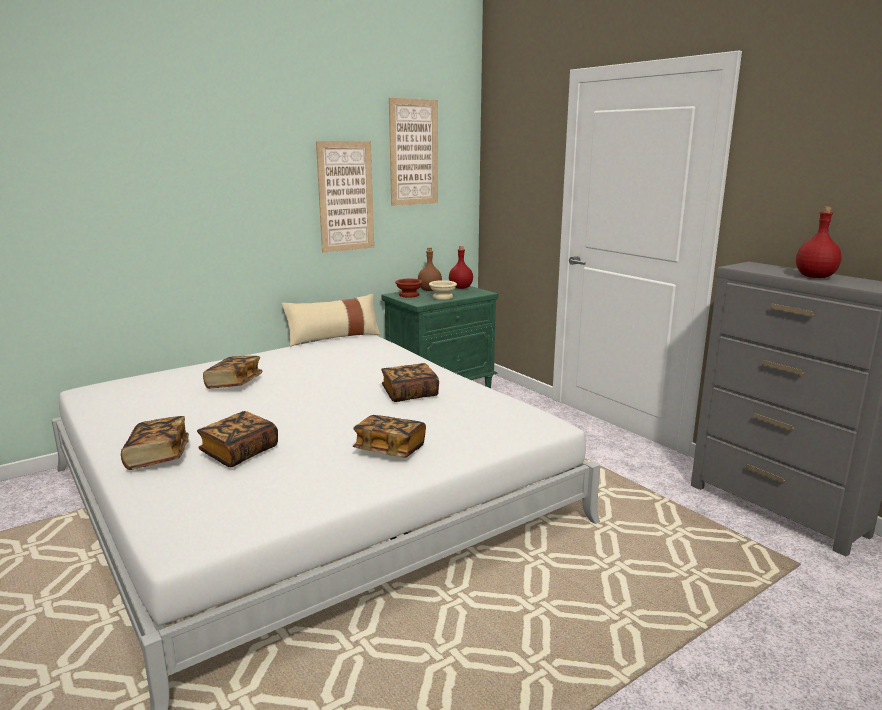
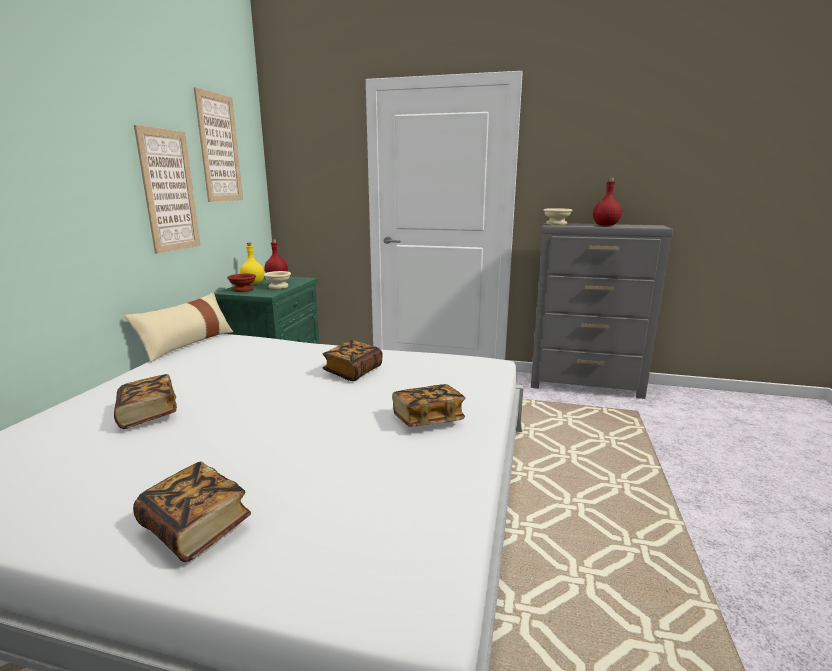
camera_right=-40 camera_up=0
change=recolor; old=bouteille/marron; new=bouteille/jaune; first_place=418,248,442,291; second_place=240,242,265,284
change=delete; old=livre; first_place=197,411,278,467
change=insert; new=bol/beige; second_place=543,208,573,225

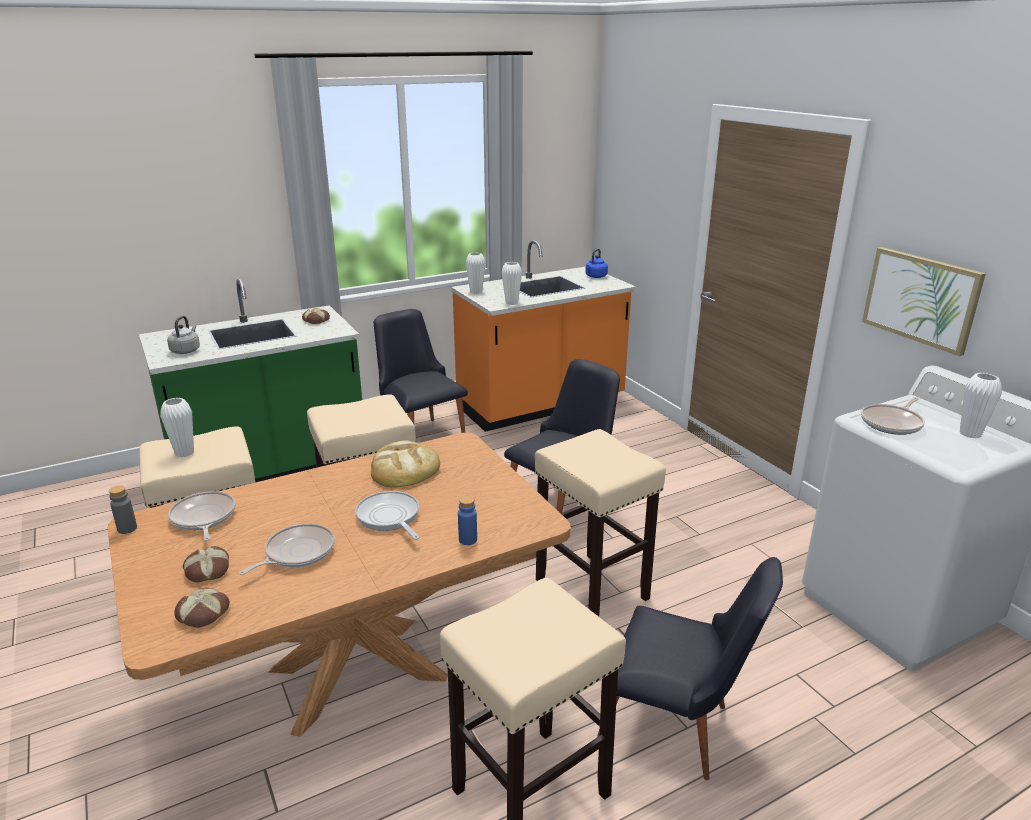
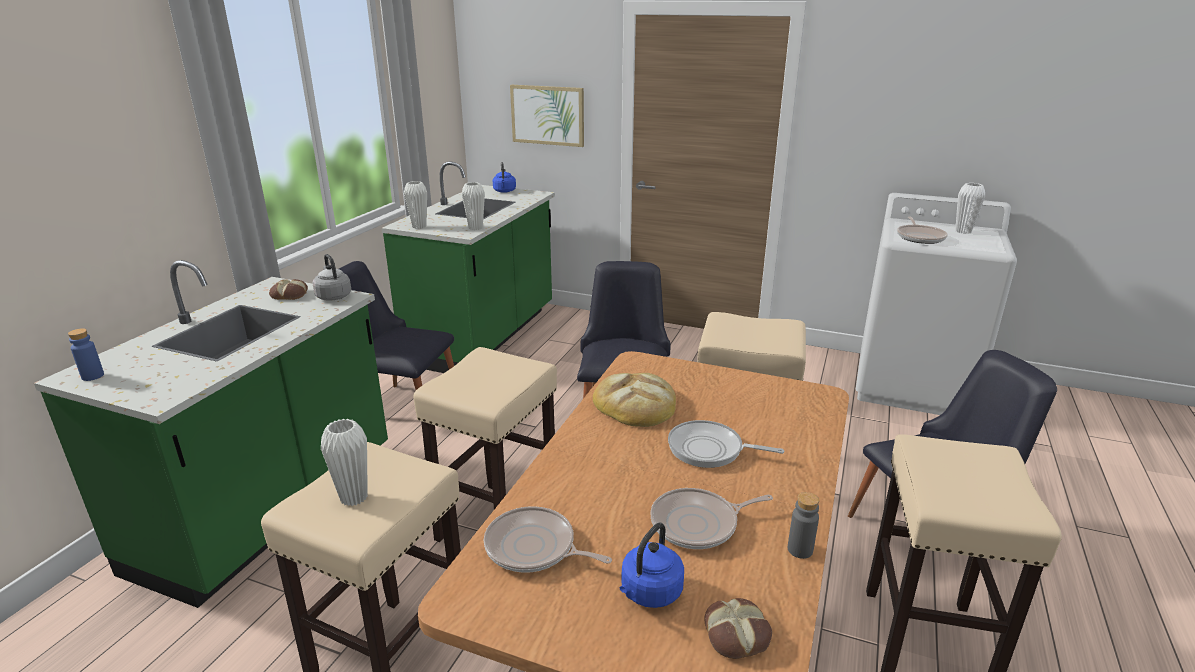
camera_right=-40 camera_up=0
change=recolor; old=comptoir de cuisine/orange; new=comptoir de cuisine/vert; first_place=451,240,636,432; second_place=381,161,555,373
change=move; old=tableau; first_place=862,247,986,356; second_place=510,85,584,147
change=move; old=bouilloire/gris; first_place=167,316,200,354; second_place=312,254,351,301
change=move; old=bouteille/gris; first_place=109,485,137,534; second_place=788,492,819,559
change=move; old=bouteille/bleu; first_place=458,496,477,545; second_place=68,328,104,381
change=rotate; old=poêle; first_place=239,523,335,575; second_place=650,488,773,549; degrees=-105
change=replace; old=pain; new=bouilloire/bleu; first_place=183,546,229,582; second_place=620,523,684,608

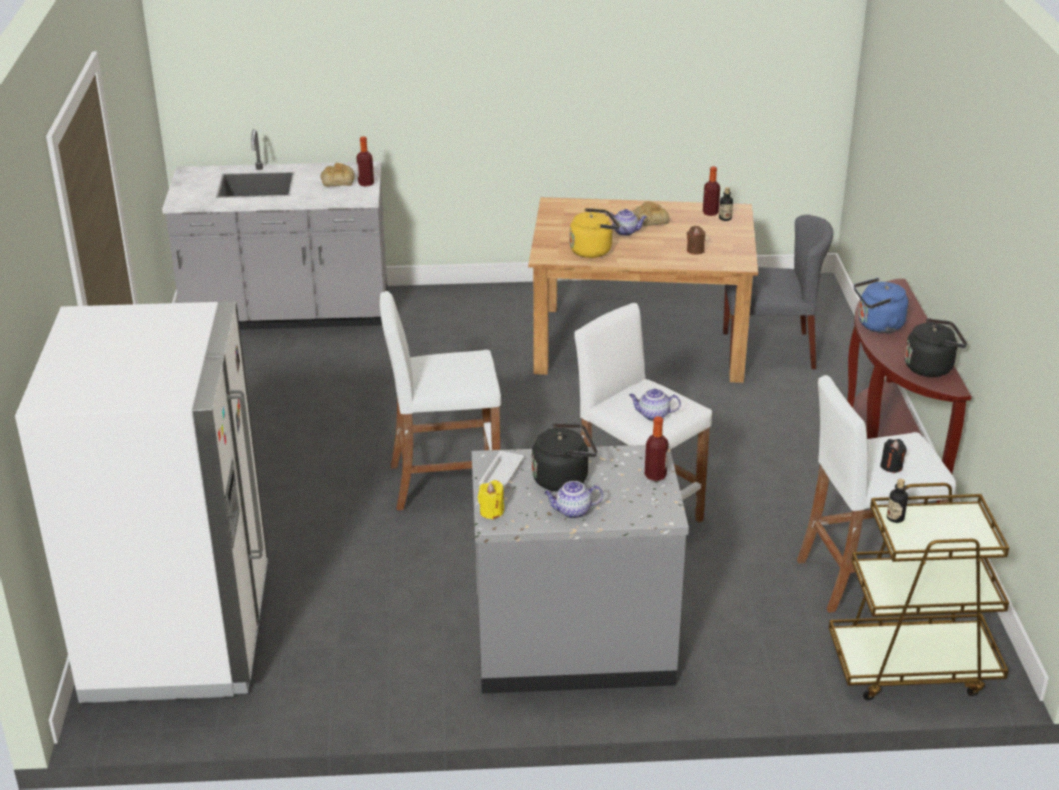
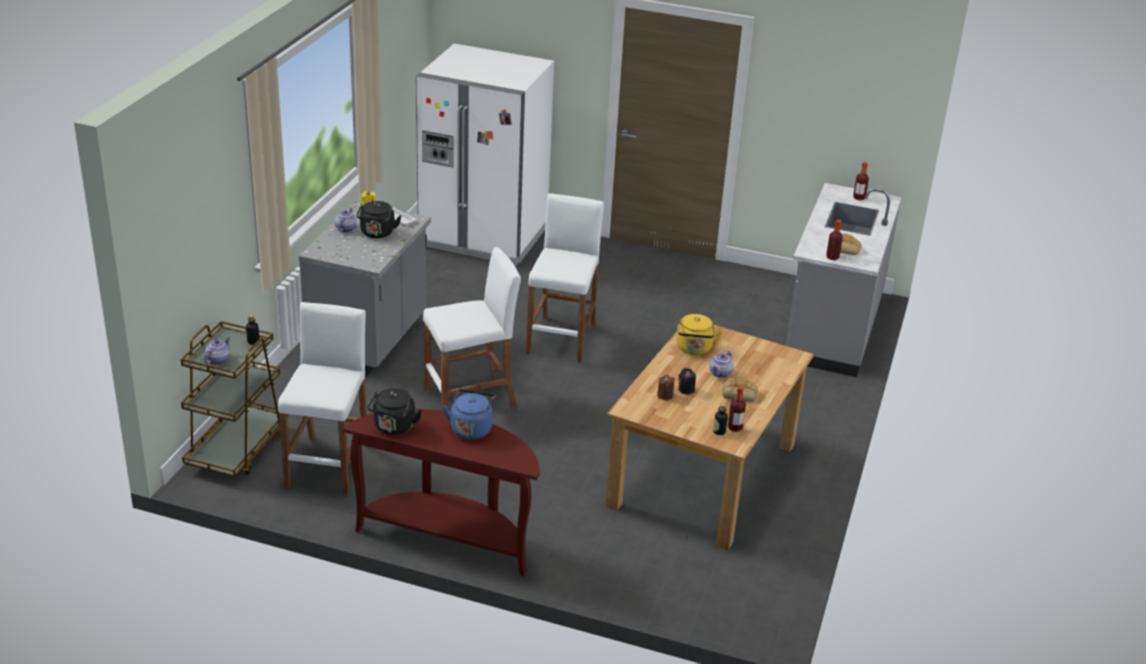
camera_right=110 camera_up=0
change=delete; old=chaise/gris; first_place=723,215,833,369
change=move; old=théière; first_place=629,389,681,421; second_place=203,336,231,365
change=move; old=bouteille; first_place=645,416,668,481; second_place=853,162,869,200
change=move; old=bougie/noir; first_place=880,439,907,473; second_place=678,368,696,395

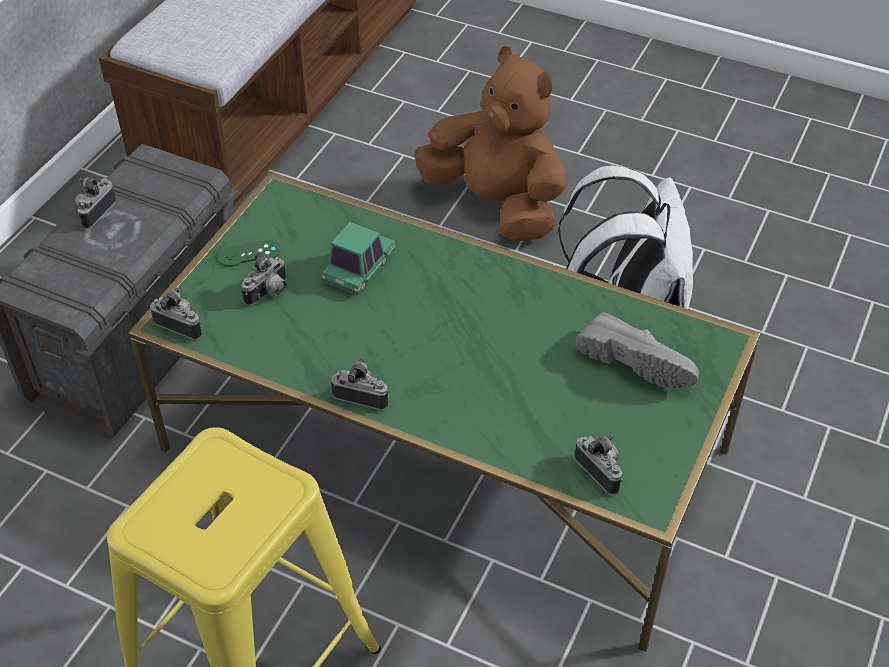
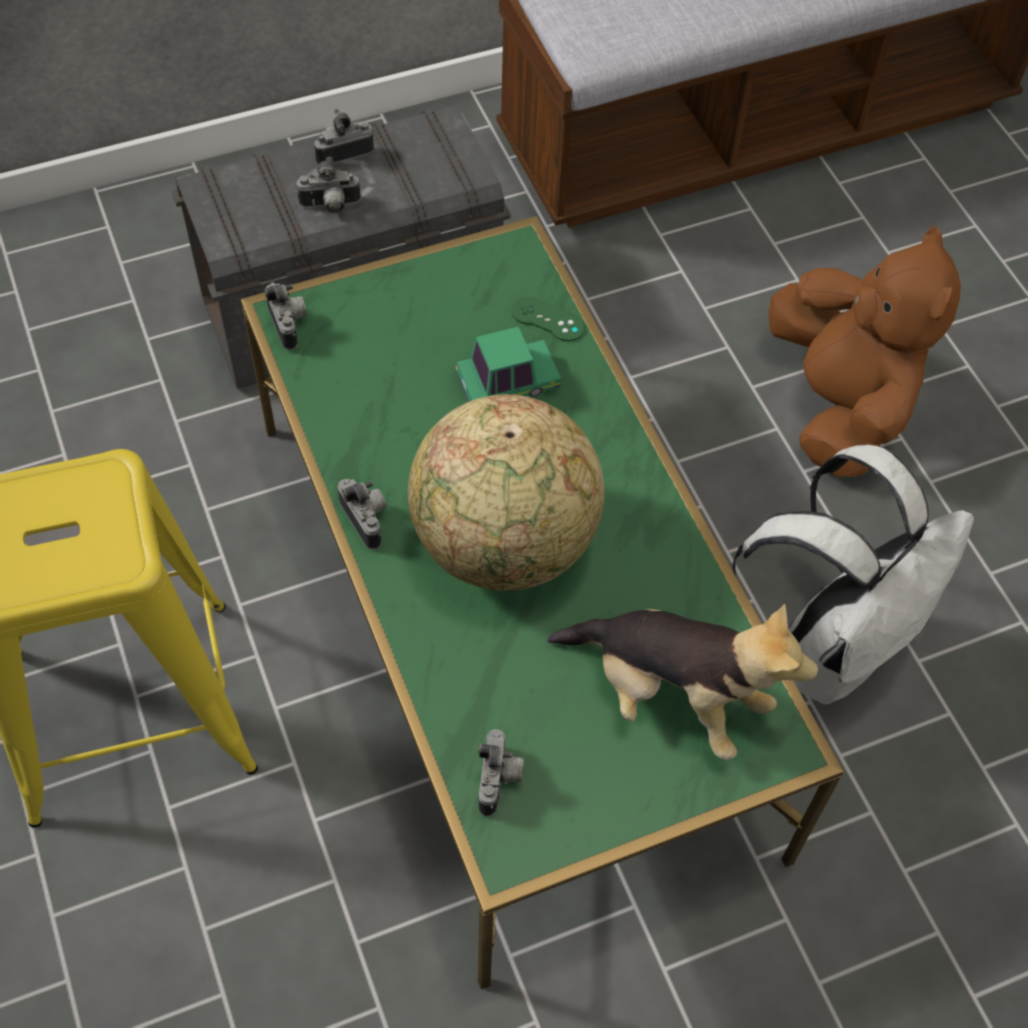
camera_right=40 camera_up=10
change=move; old=manette/vert; first_place=217,240,280,267; second_place=511,297,585,341
change=move; old=appareil photo; first_place=241,252,287,306; second_place=297,157,361,213
change=replace; old=chaussure/gris; new=peluche; first_place=576,312,699,388; second_place=547,604,818,760
change=insert; new=globe; second_place=408,394,605,591

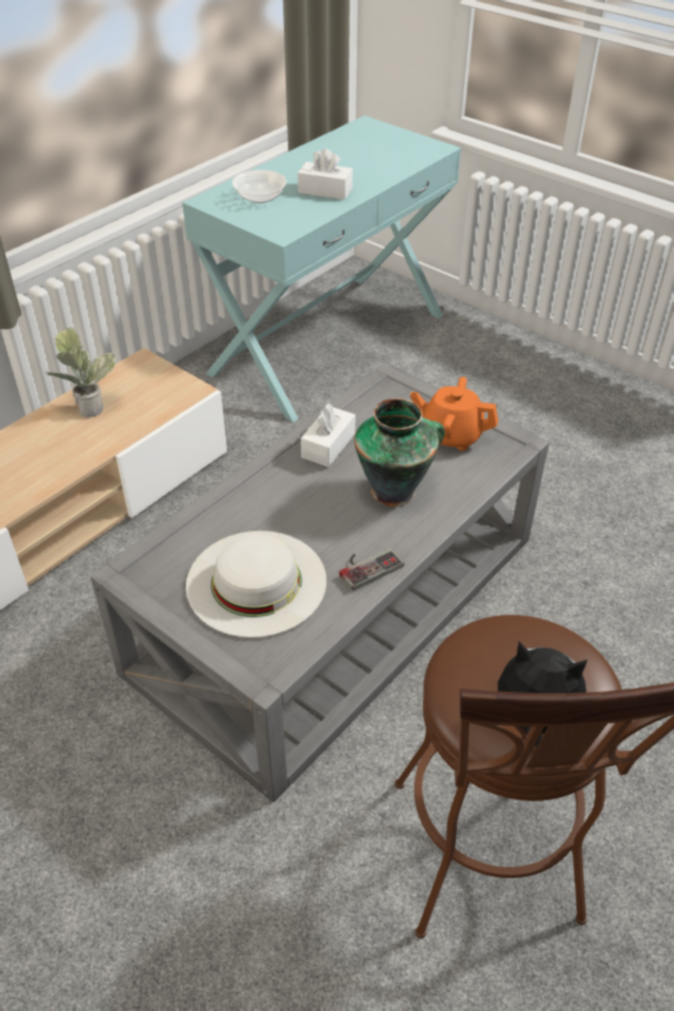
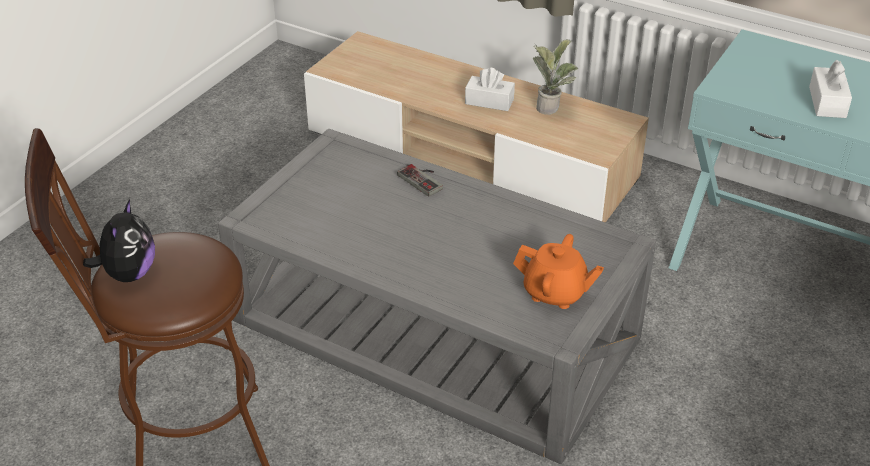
camera_right=80 camera_up=-5
change=delete; old=bol; first_place=232,170,286,203
change=rotate; old=théière/orange; first_place=410,377,498,451; second_place=513,234,604,309; degrees=105
change=delete; old=vase; first_place=354,398,445,507
change=move; old=boîte à mouchoirs/blanc; first_place=301,403,356,467; second_place=465,68,515,111
change=delete; old=chapeau/blanc; first_place=186,531,327,638
change=move; old=manette; first_place=339,547,404,591; second_place=397,164,443,197

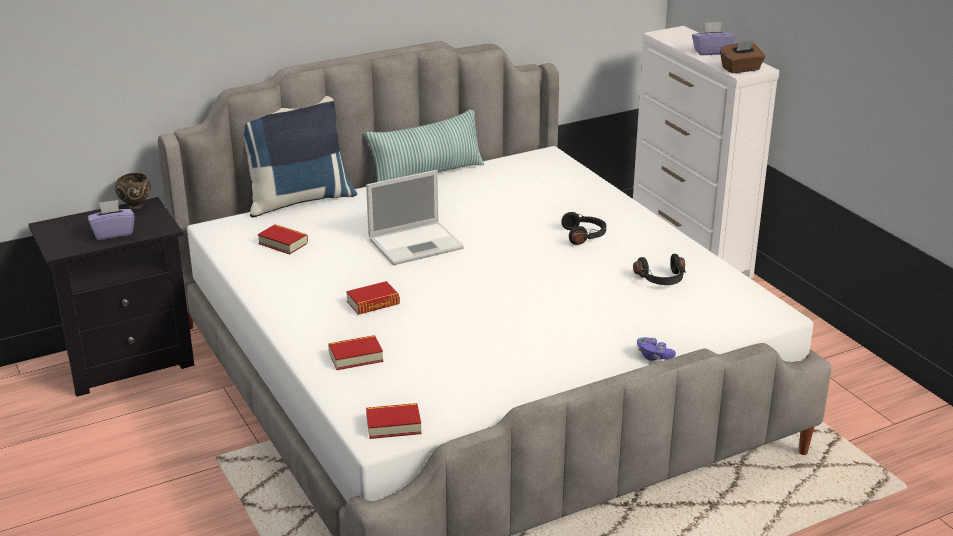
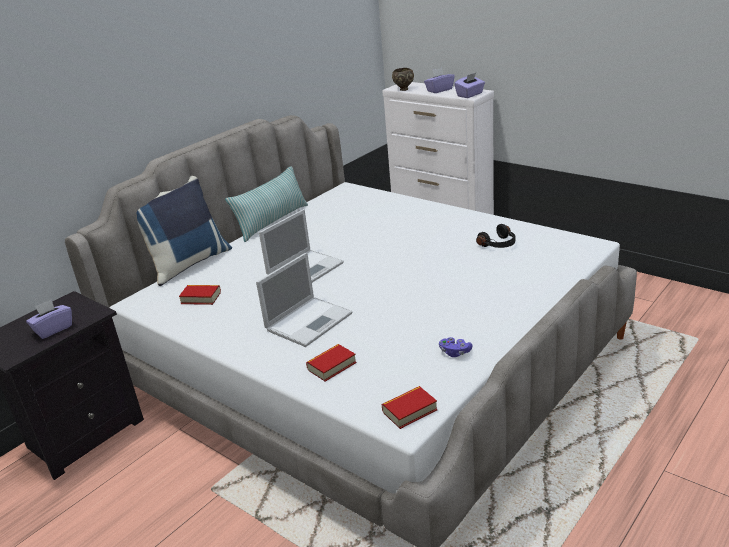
camera_right=-20 camera_up=0
change=recolor; old=boîte à mouchoirs/marron; new=boîte à mouchoirs/violet; first_place=720,41,765,73; second_place=454,73,485,98
change=move; old=bol/marron; first_place=115,173,151,210; second_place=392,68,414,91
change=delete; old=casque audio/noir; first_place=561,212,606,245
change=replace; old=livre; new=ordinateur portable; first_place=346,281,400,315; second_place=256,252,353,347
change=move; old=manette/violet; first_place=637,337,676,361; second_place=439,337,473,357

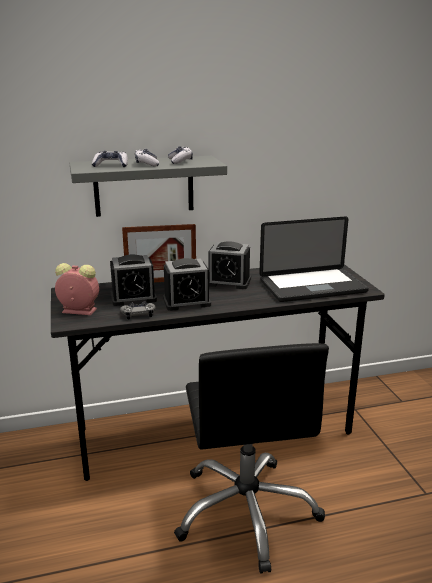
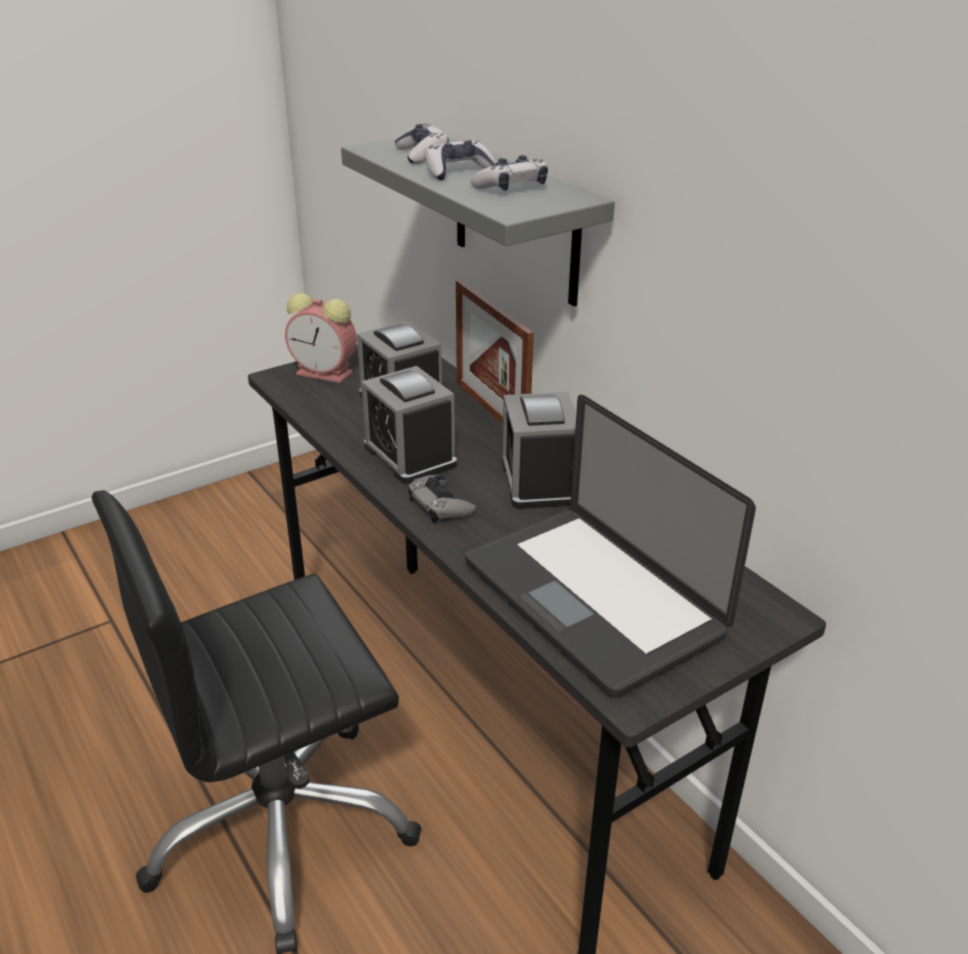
camera_right=70 camera_up=10
change=rotate; old=réveil; first_place=55,263,99,315; second_place=285,293,357,383; degrees=120
change=move; old=manette/gris; first_place=120,301,155,319; second_place=408,475,476,523

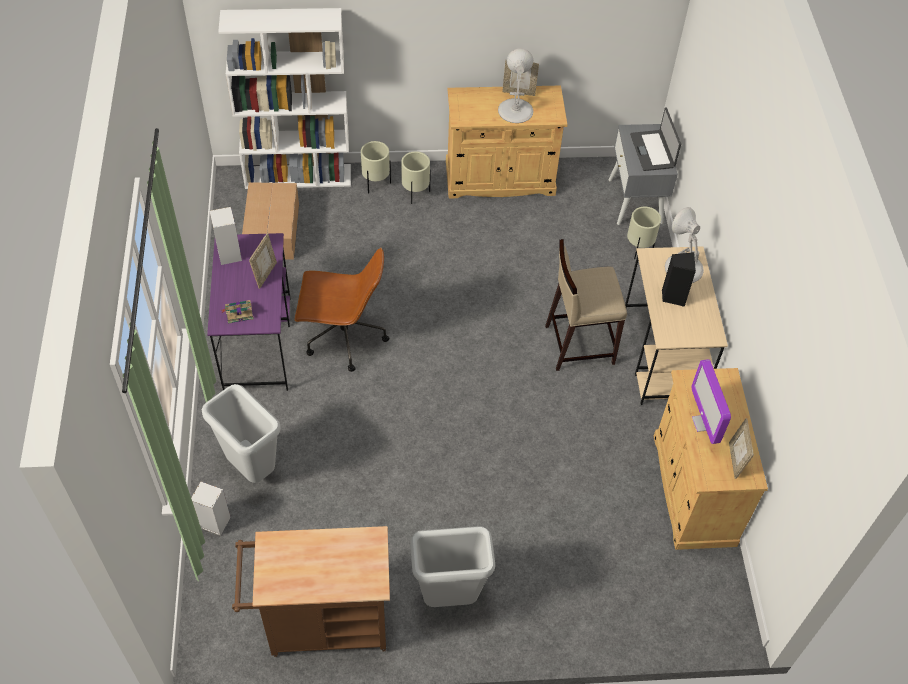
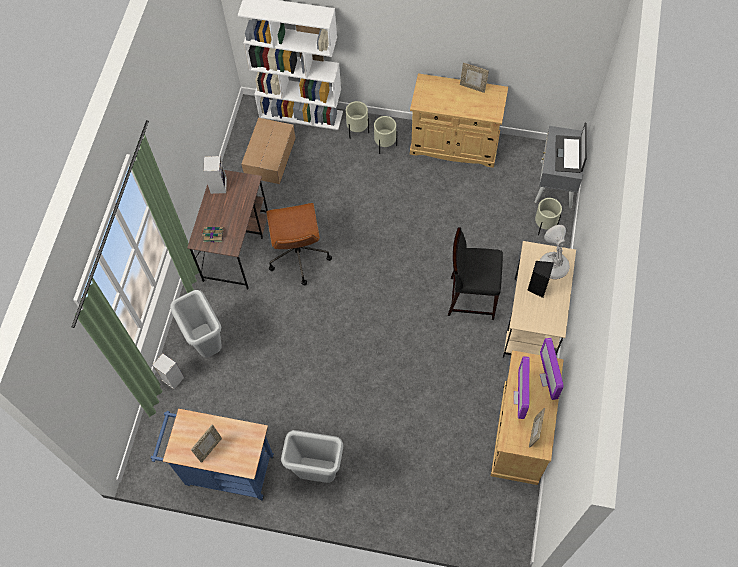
camera_right=20 camera_up=10
change=delete; old=lampe de table/blanc; first_place=498,48,533,123
change=recolor; old=bureau/violet; new=bureau/marron; first_place=207,233,290,391; second_place=187,170,268,290
change=move; old=cadre photo; first_place=249,233,277,289; second_place=191,424,222,463
change=recolor; old=tabouret/beige; new=tabouret/noir; first_place=545,239,627,371; second_place=448,228,503,320
change=rotate; old=chaise de bureau/marron; first_place=294,248,390,372; second_place=266,203,332,286; degrees=60
change=recolor; old=chariot/marron; new=chariot/bleu; first_place=232,526,390,657; second_place=151,409,274,500
change=insert; new=écran d'ordinateur; second_place=540,338,563,400

